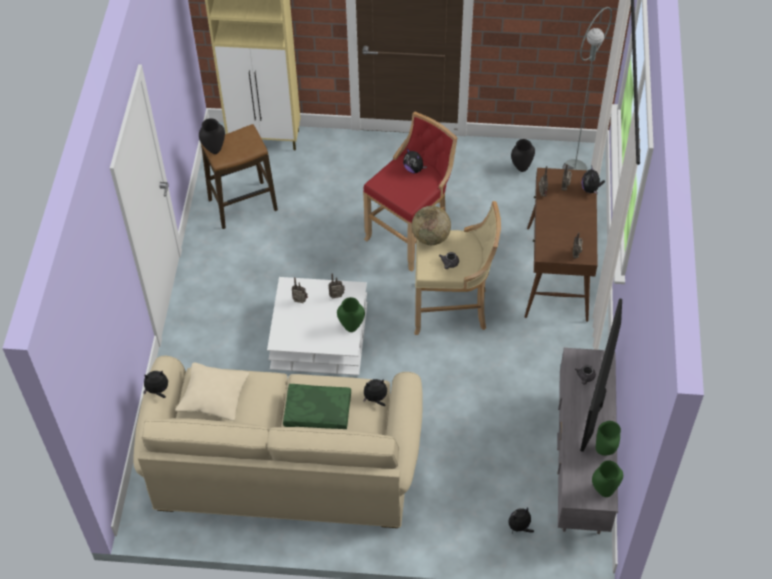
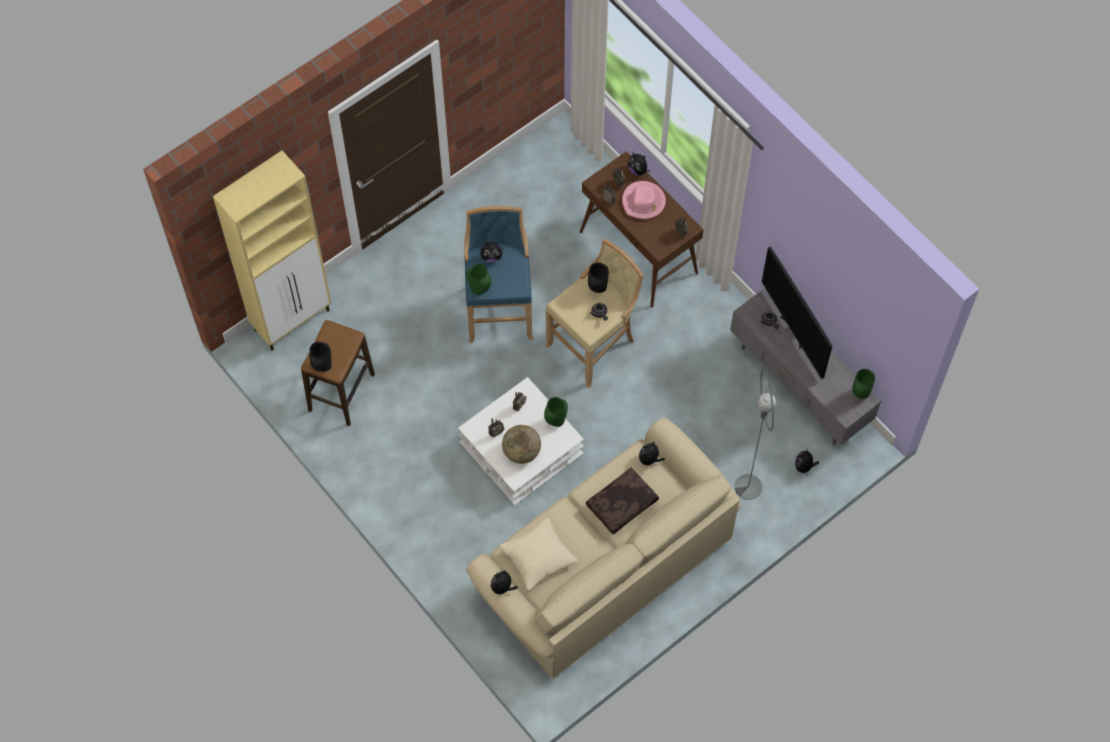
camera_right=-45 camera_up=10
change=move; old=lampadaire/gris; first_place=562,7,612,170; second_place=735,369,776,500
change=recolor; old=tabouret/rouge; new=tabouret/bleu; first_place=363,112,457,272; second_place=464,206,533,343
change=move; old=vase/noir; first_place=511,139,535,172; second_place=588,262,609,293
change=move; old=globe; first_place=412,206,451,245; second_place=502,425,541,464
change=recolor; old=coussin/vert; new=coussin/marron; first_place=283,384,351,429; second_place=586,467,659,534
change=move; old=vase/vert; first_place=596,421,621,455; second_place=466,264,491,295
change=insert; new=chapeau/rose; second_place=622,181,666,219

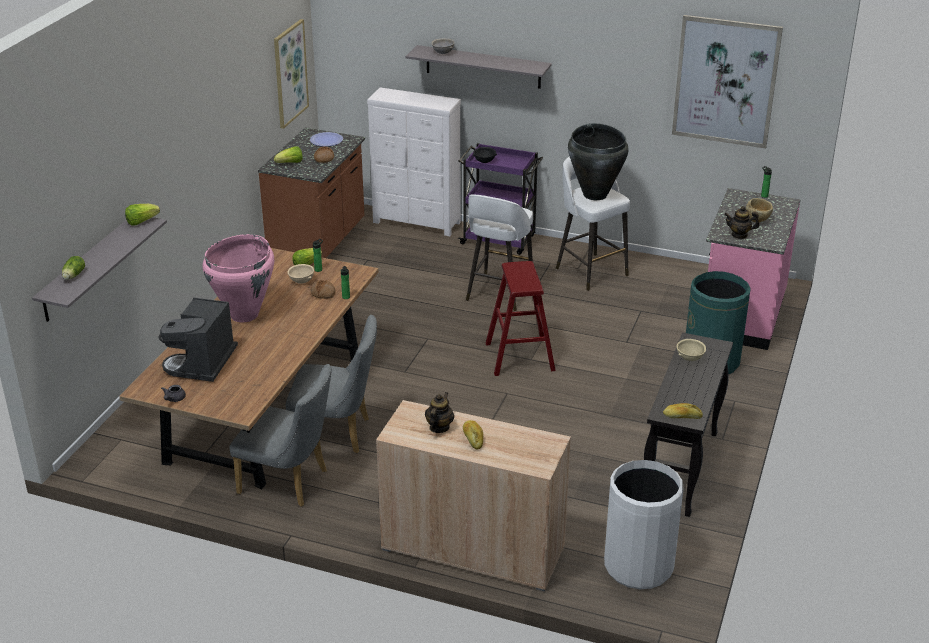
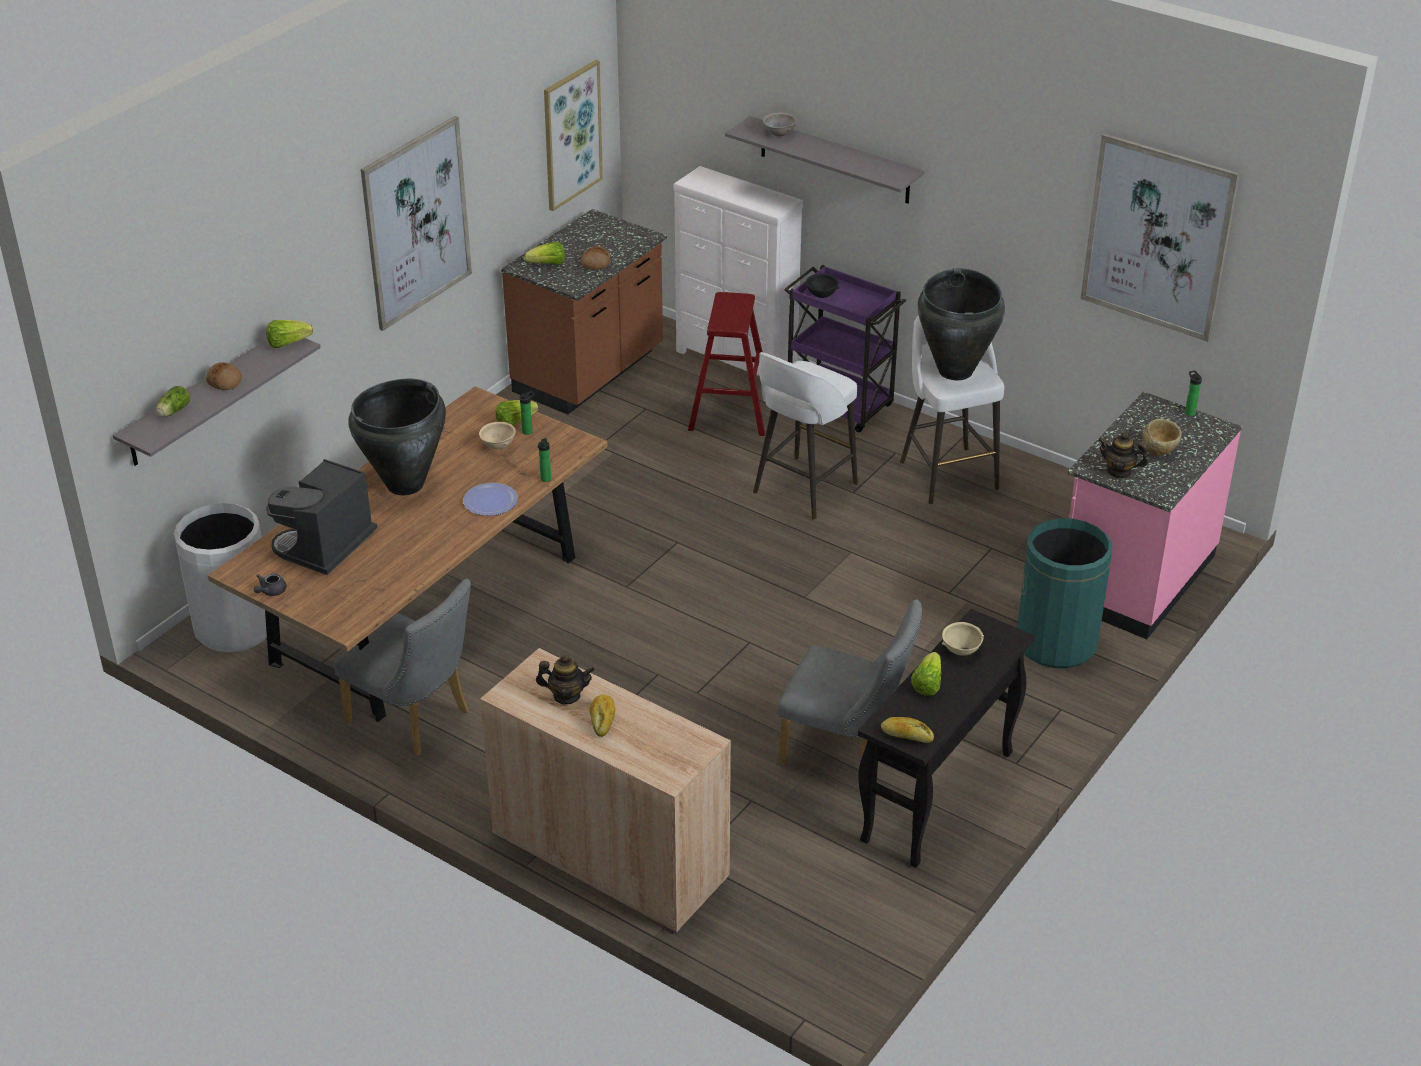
camera_right=15 camera_up=5
change=move; old=assiette; first_place=310,132,343,146; second_place=463,483,518,516
change=recolor; old=vase/rose; new=vase/noir; first_place=203,234,274,322; second_place=349,379,446,495
change=move; old=tabouret/rouge; first_place=486,261,556,376; second_place=688,292,765,436
change=move; old=pain; first_place=310,280,335,299; second_place=206,362,242,390
change=move; old=chaise/gris; first_place=286,315,377,453; second_place=778,599,922,764
change=rotate; old=théière; first_place=425,392,454,433; second_place=536,655,595,704; degrees=60
change=move; old=poubelle/blanc; first_place=604,460,684,589; second_place=174,503,267,652
change=insert; new=tableau; second_place=361,116,472,331
change=insert; new=laitue; second_place=911,652,941,696

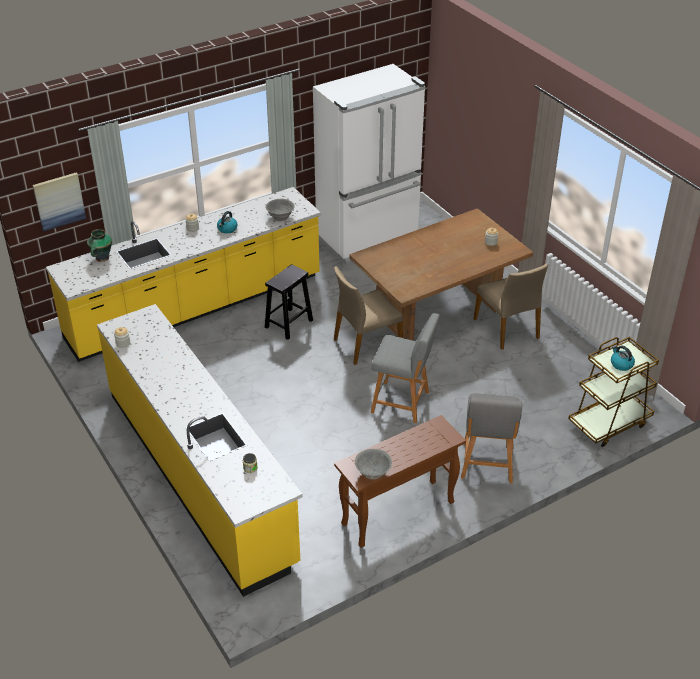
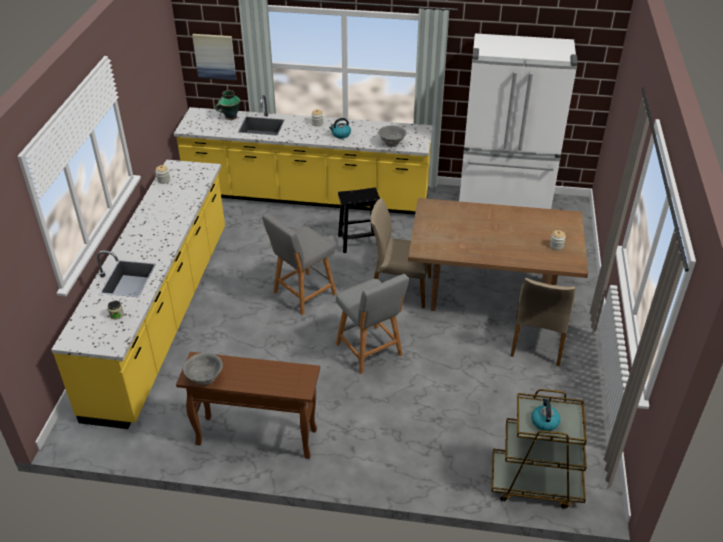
camera_right=40 camera_up=0
change=move; old=tabouret/gris; first_place=461,393,522,483; second_place=262,213,337,315

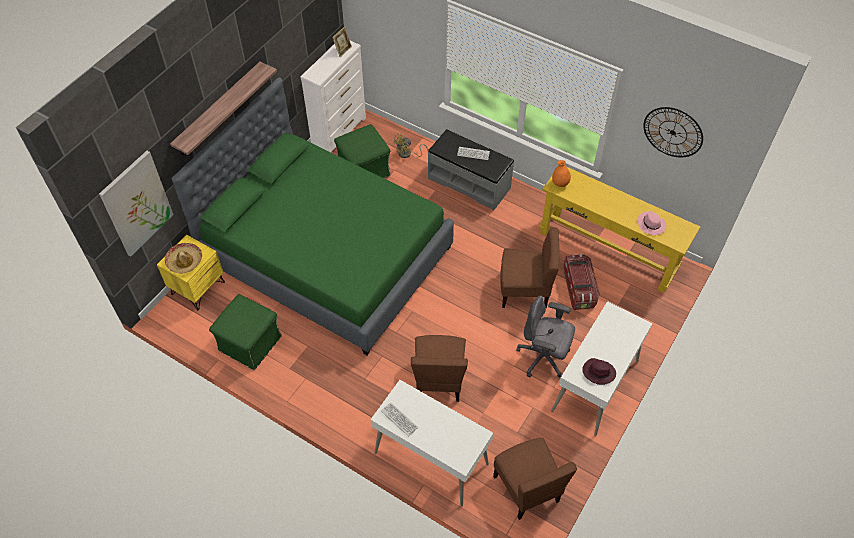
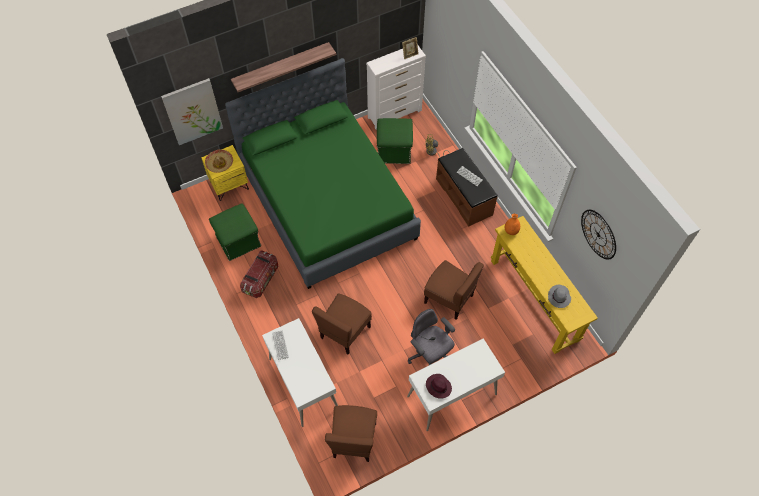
camera_right=30 camera_up=5
change=recolor; old=banc/gris; new=banc/marron; first_place=428,129,514,210; second_place=436,148,497,227
change=recolor; old=chapeau/rose; new=chapeau/gris; first_place=638,211,666,235; second_place=548,285,571,308
change=move; old=boîte de rangement; first_place=564,254,600,310; second_place=240,250,279,298

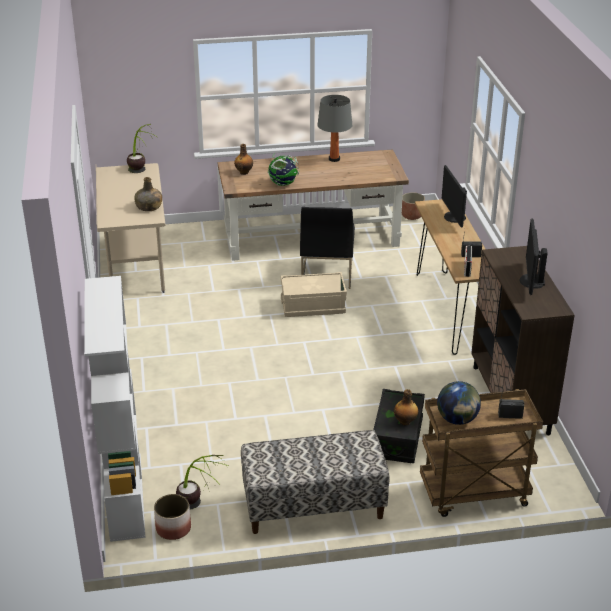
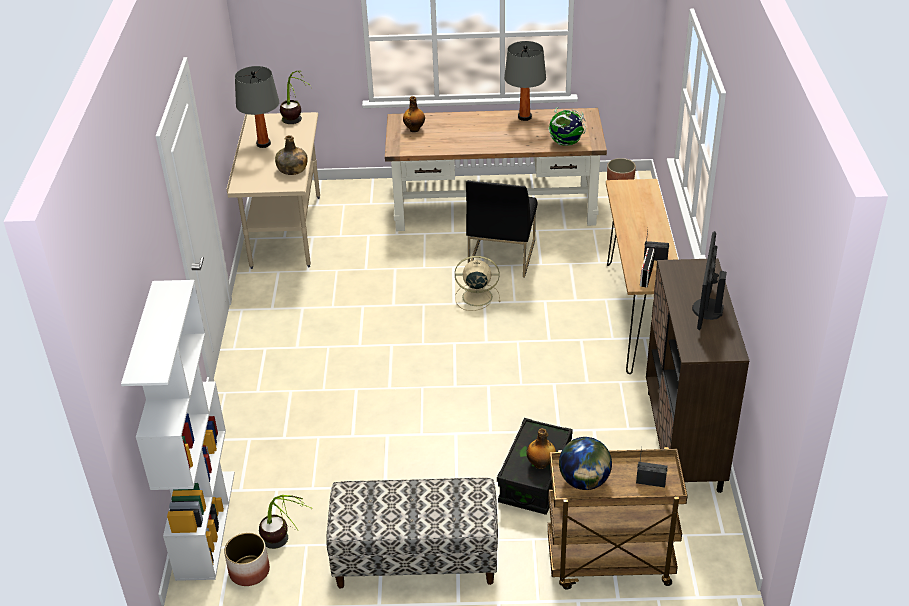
camera_right=10 camera_up=5
change=move; old=globe; first_place=268,153,299,186; second_place=548,107,586,146
change=delete; old=écran d'ordinateur; first_place=442,165,467,228
change=replace; old=boîte de rangement/beige; new=ventilateur/beige; first_place=281,272,347,317; second_place=455,256,501,311
change=insert; new=lampe de table/gris; second_place=235,66,279,148

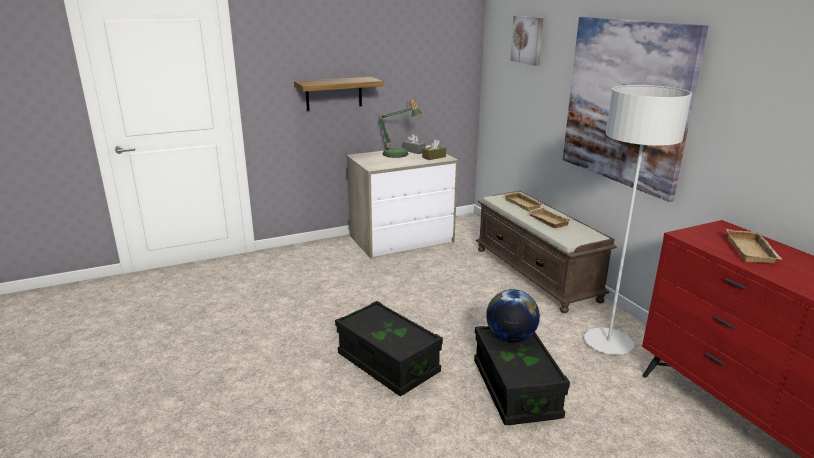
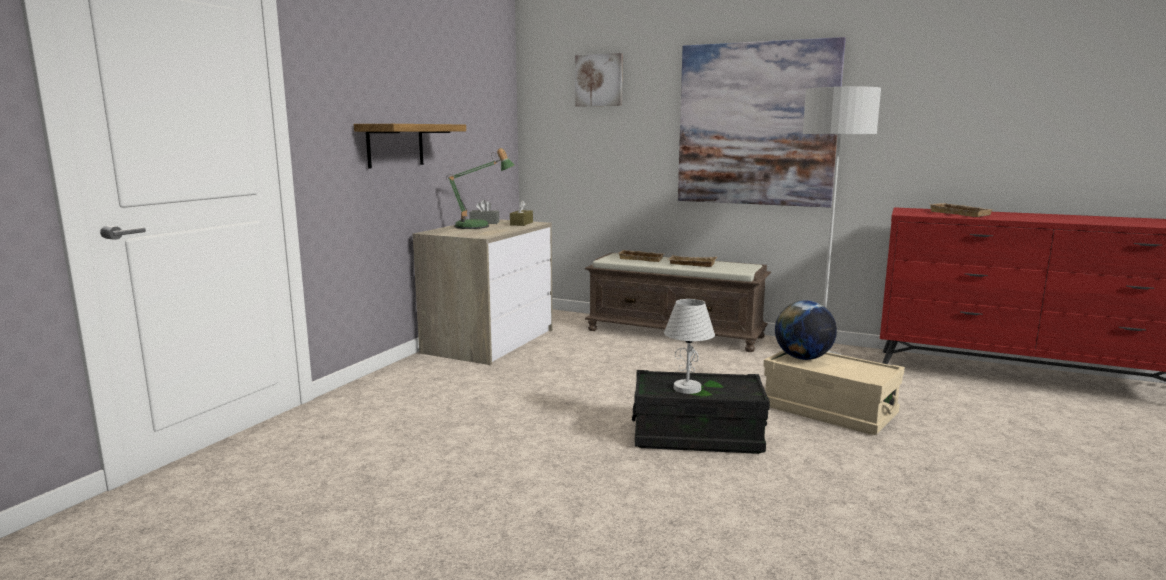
camera_right=-40 camera_up=-10
change=recolor; old=boîte de rangement/noir; new=boîte de rangement/beige; first_place=474,326,570,425; second_place=763,350,905,435
change=insert; new=lampe de table/blanc; second_place=664,299,715,394

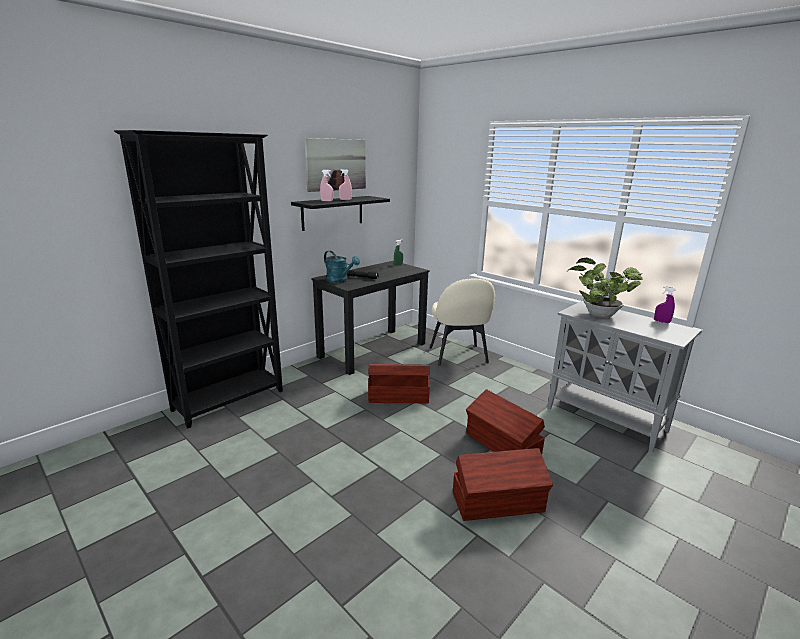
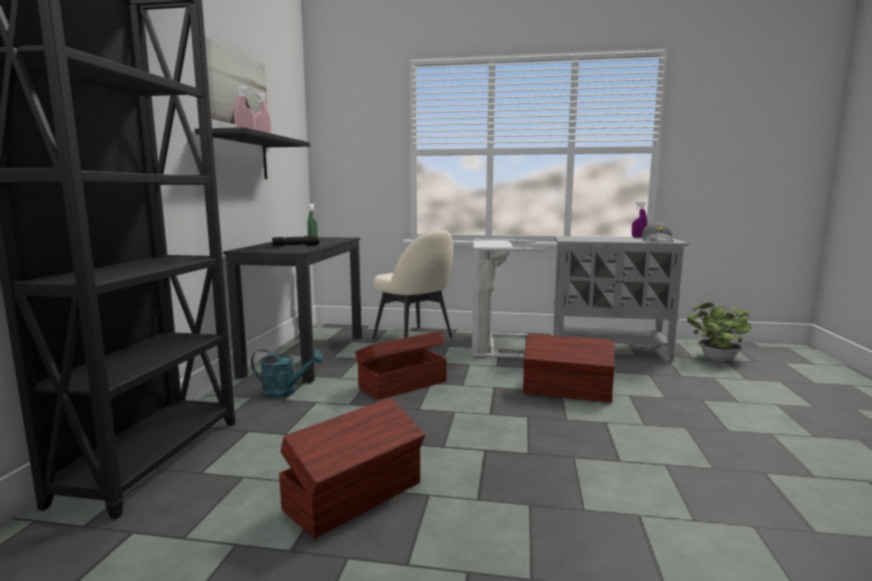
camera_right=-35 camera_up=-10
change=move; old=arrosoir/turquoise; first_place=324,251,360,283; second_place=251,349,324,398
change=move; old=plante en pot; first_place=567,258,643,318; second_place=687,303,752,361
change=move; old=boîte de rangement/marron; first_place=453,448,553,521; second_place=279,398,425,538
change=insert; new=casquette/gris; second_place=641,222,674,242
change=insert; new=panier à linge/gris; second_place=472,239,544,358

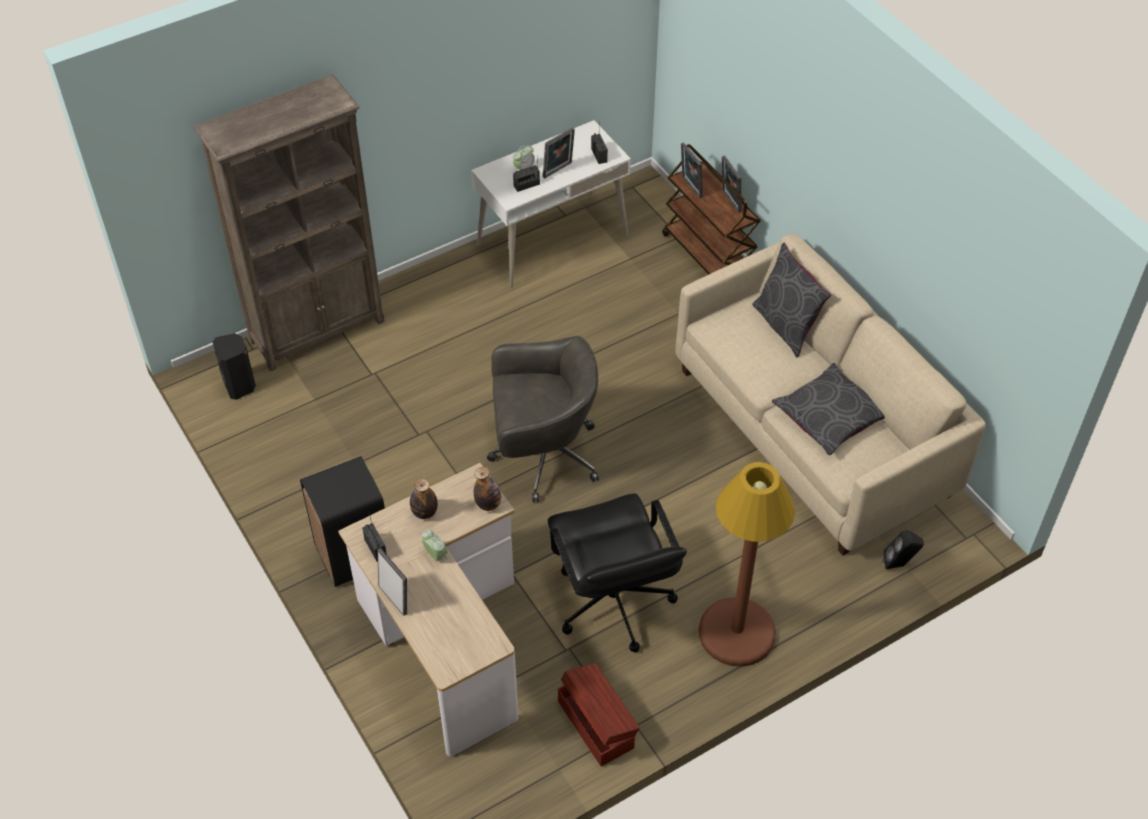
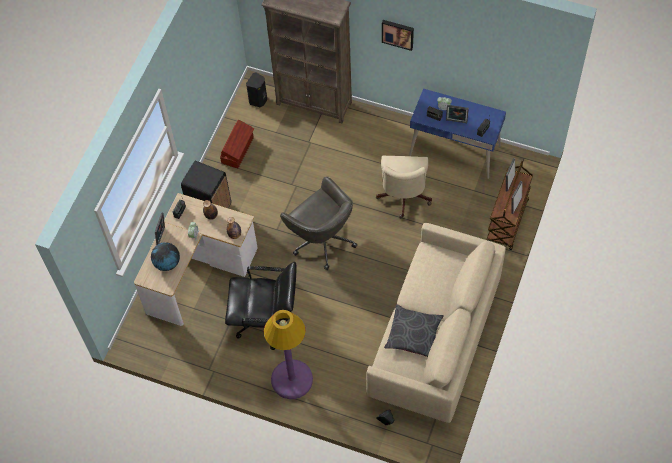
camera_right=55 camera_up=10
change=recolor; old=bureau/blanc; new=bureau/bleu; first_place=471,120,631,287; second_place=409,88,506,179
change=delete; old=coussin/gris; first_place=752,243,831,357
change=recolor; old=lampadaire/marron; new=lampadaire/violet; first_place=699,462,795,667; second_place=264,310,313,399
change=rotate; old=chaise de bureau/noir; first_place=548,493,687,653; second_place=225,262,297,350; degrees=-120
change=move; old=boîte de rangement/marron; first_place=558,663,640,766; second_place=220,120,254,168
change=insert; new=tableau; second_place=382,20,414,51
change=insert; new=chaise de bureau/beige; second_place=376,155,432,218
change=insert; new=globe; second_place=151,242,180,271

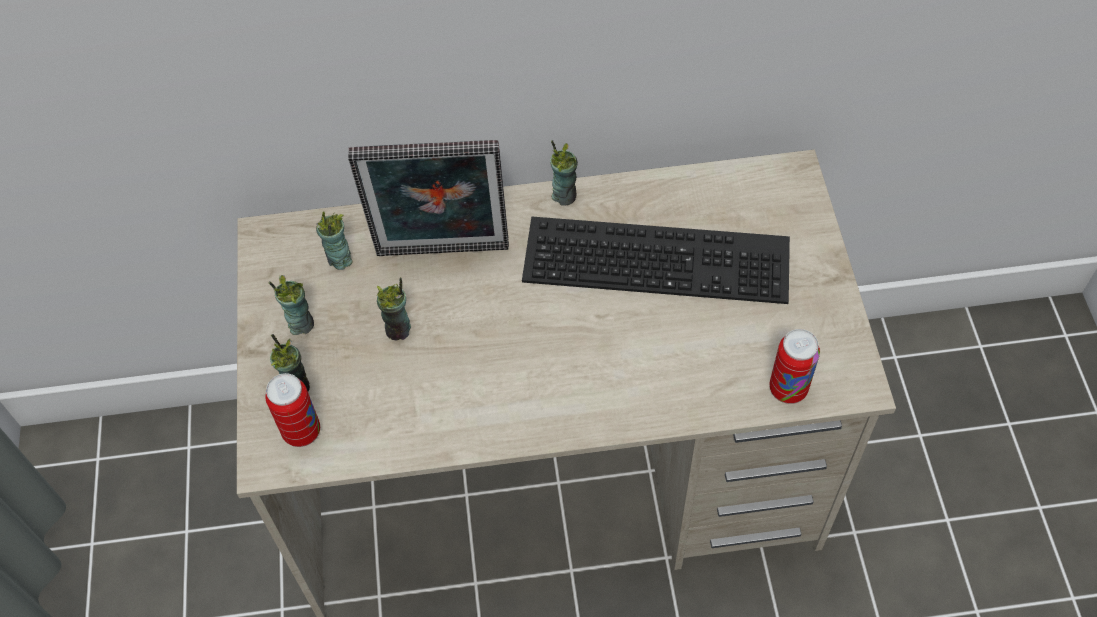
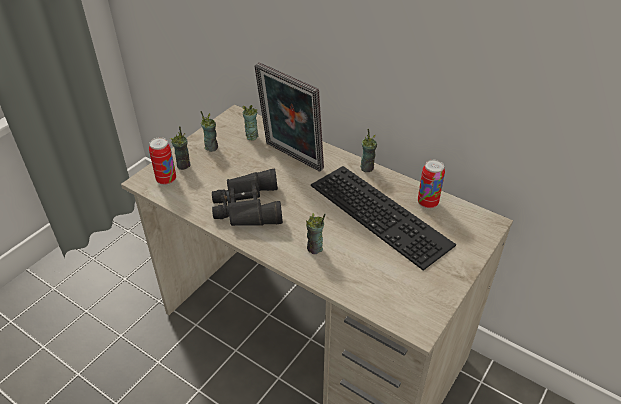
camera_right=40 camera_up=-15
change=move; old=tasse; first_place=377,277,411,340; second_place=306,213,325,254
change=move; old=boîte métallique; first_place=769,329,820,404; second_place=418,160,445,209
change=insert; new=jumelles/noir; second_place=212,169,283,226

